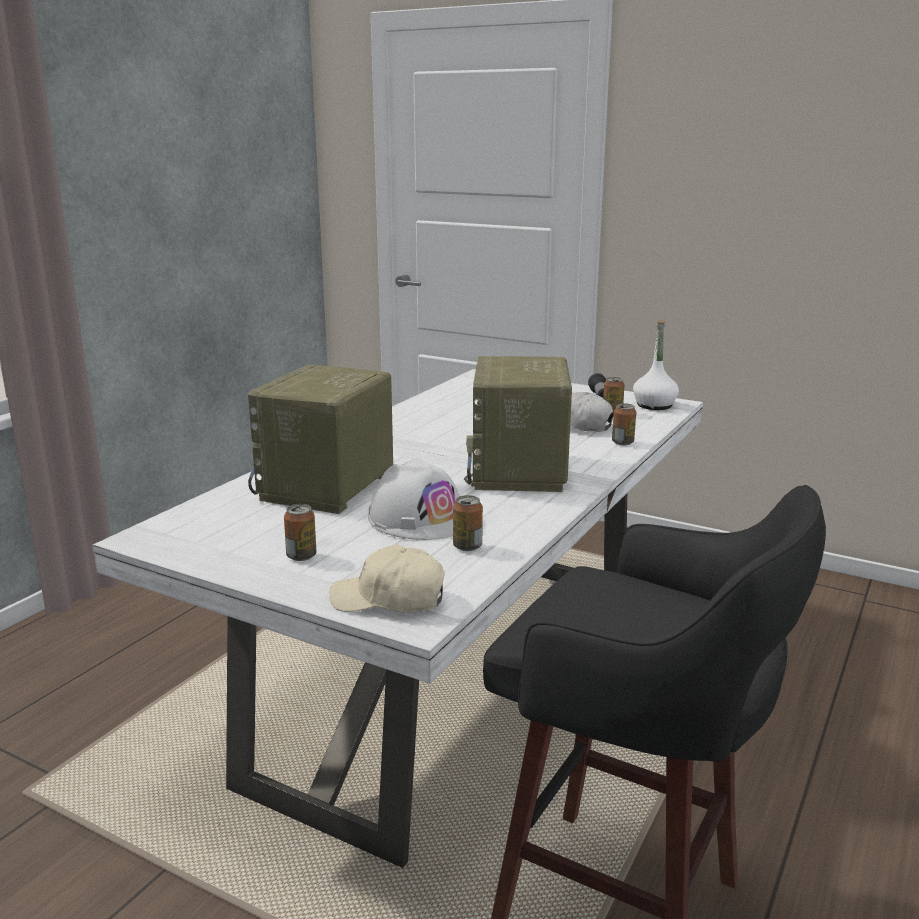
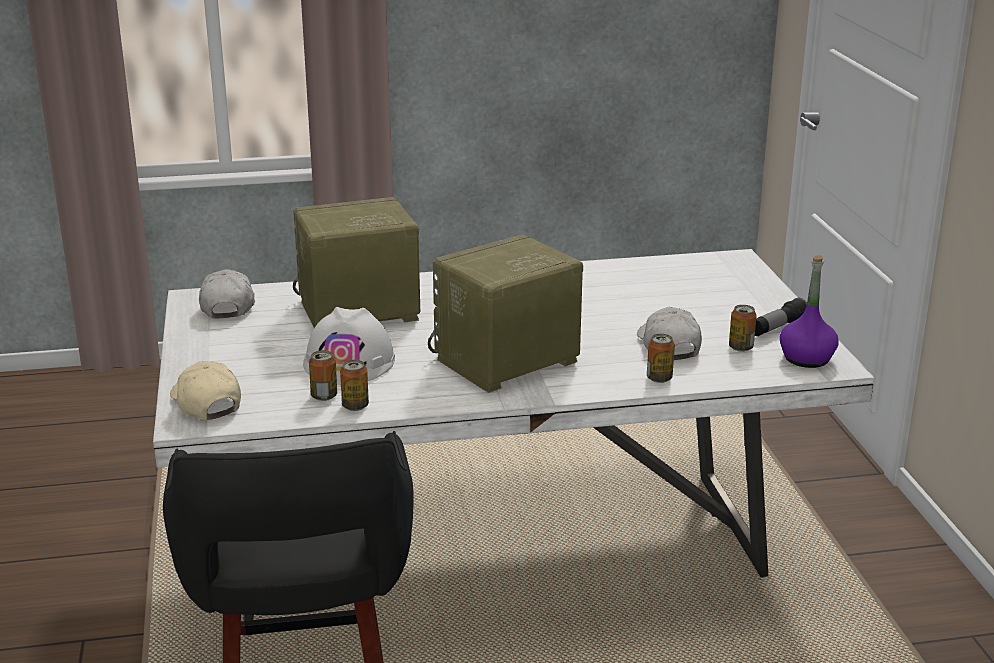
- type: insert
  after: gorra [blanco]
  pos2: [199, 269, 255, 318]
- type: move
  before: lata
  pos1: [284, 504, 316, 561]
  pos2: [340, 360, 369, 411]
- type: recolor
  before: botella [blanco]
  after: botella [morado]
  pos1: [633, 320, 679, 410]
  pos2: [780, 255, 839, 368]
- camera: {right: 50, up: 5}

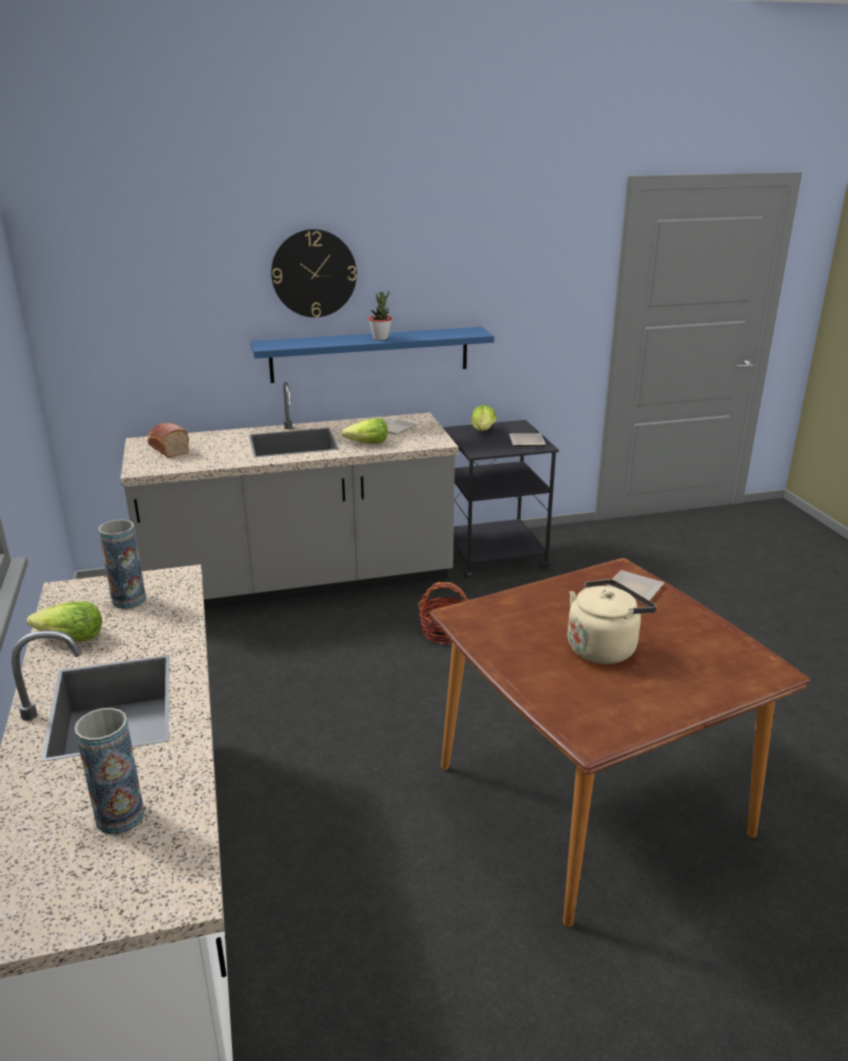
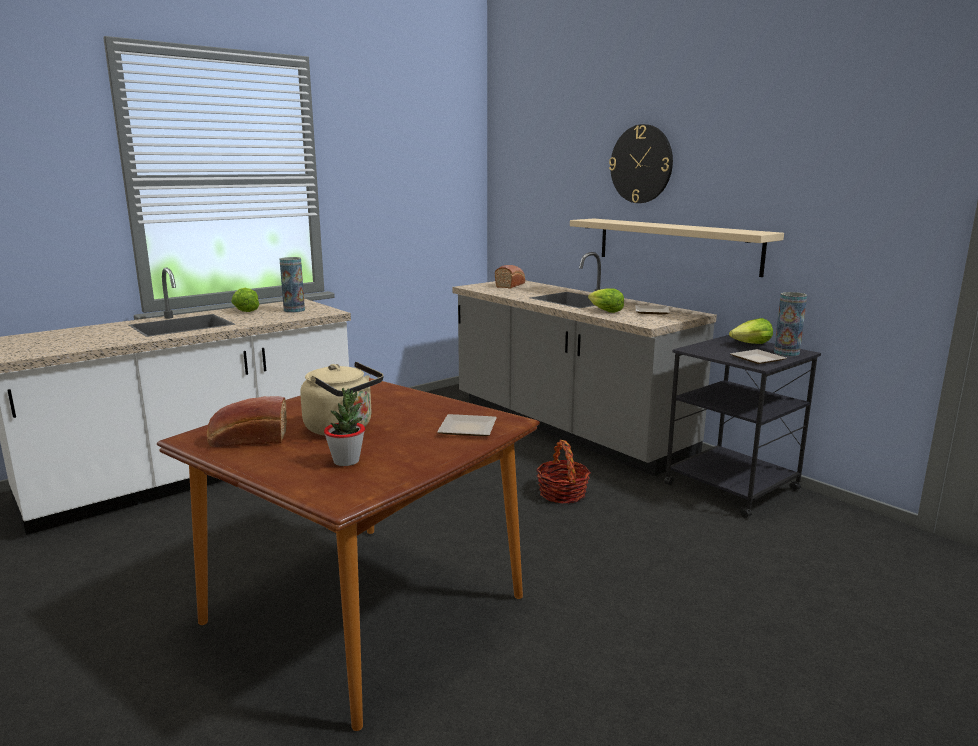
- type: insert
  after: pan
  pos2: [207, 396, 287, 447]
- type: move
  before: florero
  pos1: [74, 708, 145, 834]
  pos2: [774, 292, 807, 356]
- type: move
  before: planta en maceta
  pos1: [368, 291, 392, 340]
  pos2: [324, 388, 365, 466]
- type: recolor
  before: estante [azul]
  after: estante [beis]
  pos1: [251, 327, 494, 383]
  pos2: [570, 219, 784, 277]
- camera: {right: 65, up: -10}

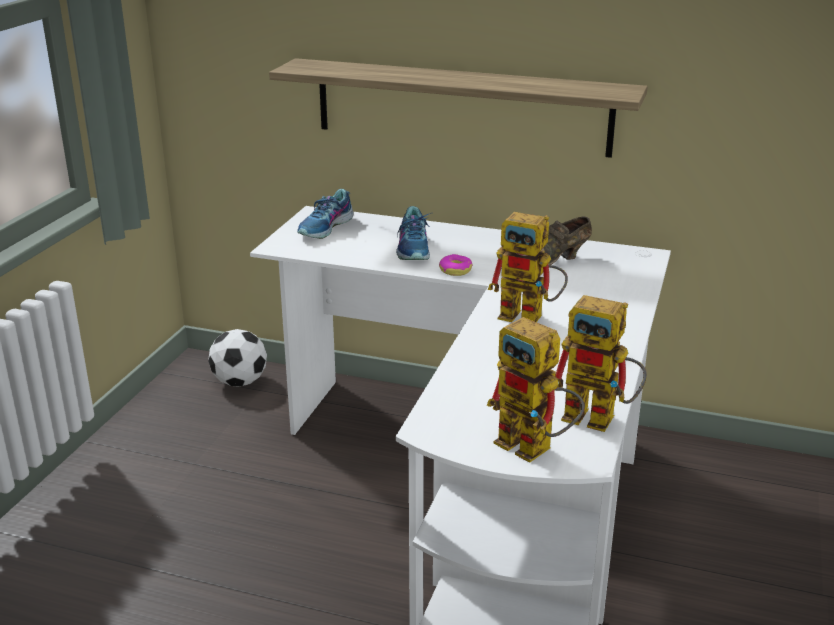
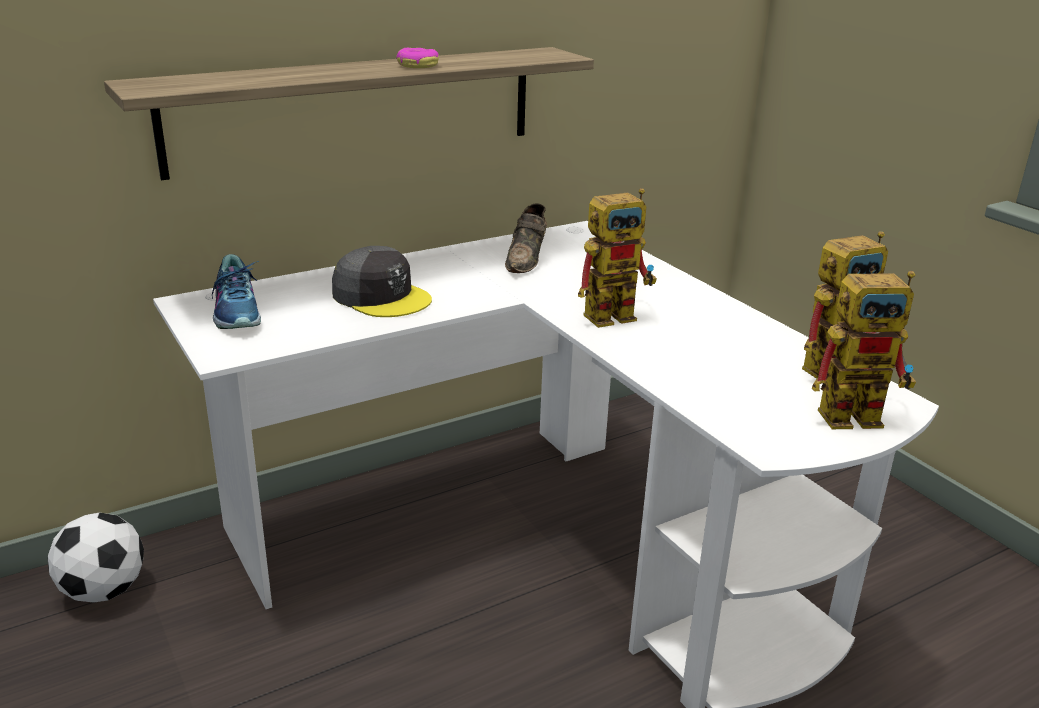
- type: move
  before: rosquilla
  pos1: [439, 254, 473, 276]
  pos2: [396, 48, 439, 68]
- type: replace
  before: zapato
  after: gorra [gris]
  pos1: [396, 206, 430, 260]
  pos2: [332, 246, 432, 317]
- camera: {right: -50, up: 0}

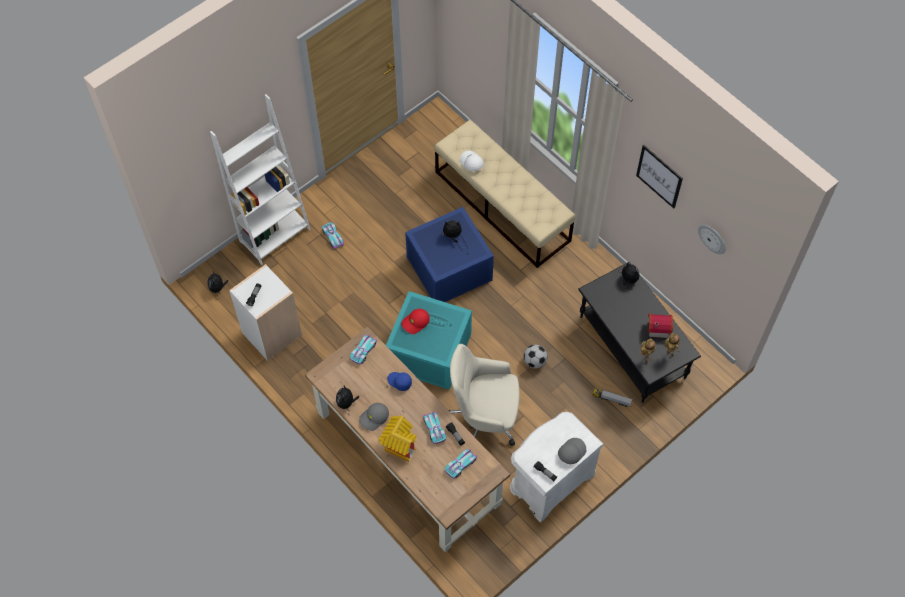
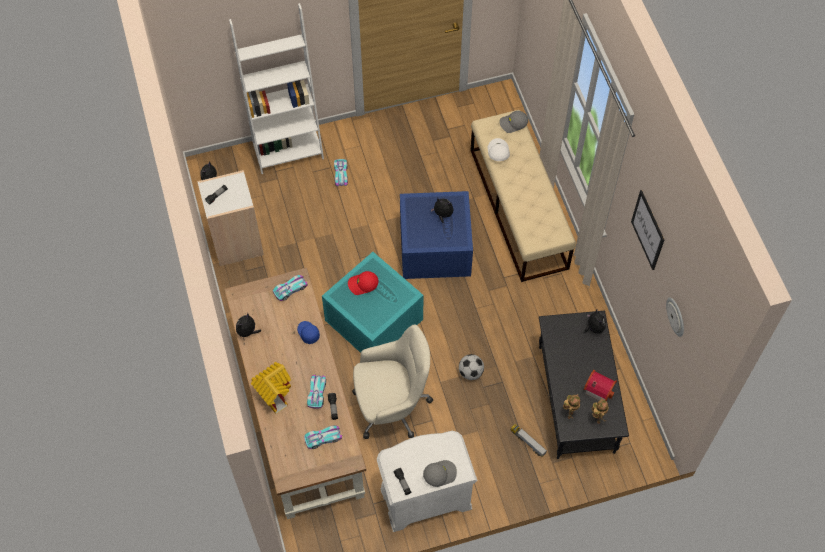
- type: move
  before: gorra [gris]
  pos1: [359, 403, 389, 431]
  pos2: [499, 111, 528, 133]
- type: rotate
  before: silla de oficina [beis]
  pos1: [449, 344, 520, 446]
  pos2: [352, 324, 433, 439]
  turn: 135
- camera: {right: 25, up: 0}

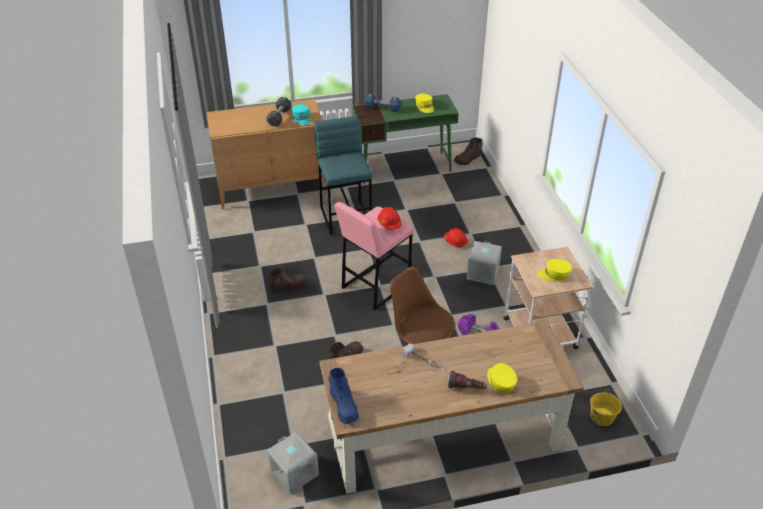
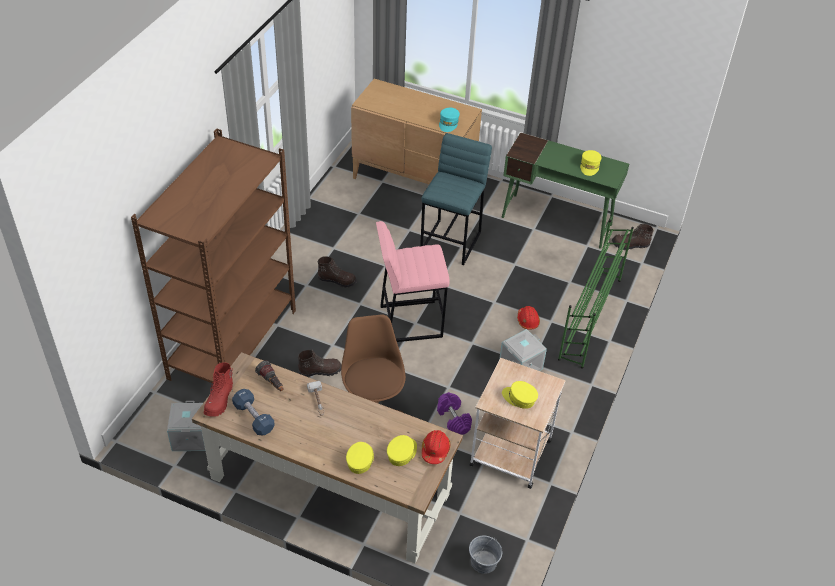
- type: delete
  before: mancuerna [negro]
  pos1: [267, 97, 291, 127]
- type: insert
  after: estantería [marrón]
  pos2: [131, 129, 296, 383]
- type: insert
  after: gorra [amarillo]
  pos2: [387, 435, 417, 466]
- type: insert
  after: zapatero [verde]
  pos2: [558, 220, 634, 369]
- type: move
  before: mancuerna [azul]
  pos1: [364, 93, 401, 112]
  pos2: [232, 389, 275, 436]
- type: move
  before: casco [rojo]
  pos1: [378, 207, 402, 230]
  pos2: [422, 430, 451, 464]
- type: move
  before: linterna
  pos1: [448, 371, 487, 389]
  pos2: [255, 361, 284, 391]
- type: recolor
  before: bota [azul]
  after: bota [rojo]
  pos1: [328, 368, 359, 424]
  pos2: [203, 362, 233, 417]
- type: recolor
  before: cubo [amarillo]
  after: cubo [gris]
  pos1: [590, 389, 622, 426]
  pos2: [469, 536, 502, 574]
- camera: {right: 35, up: 5}

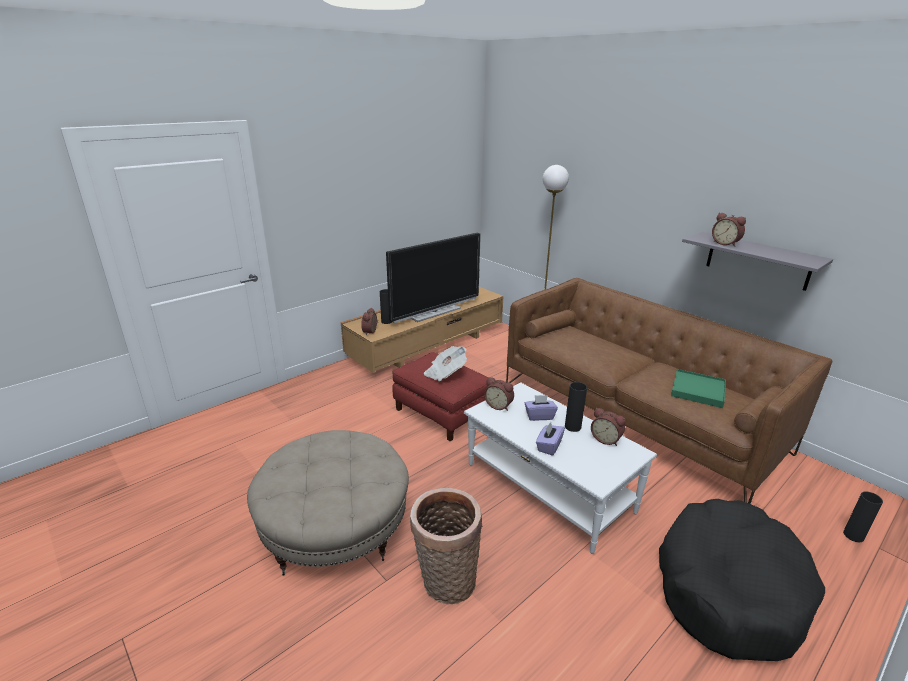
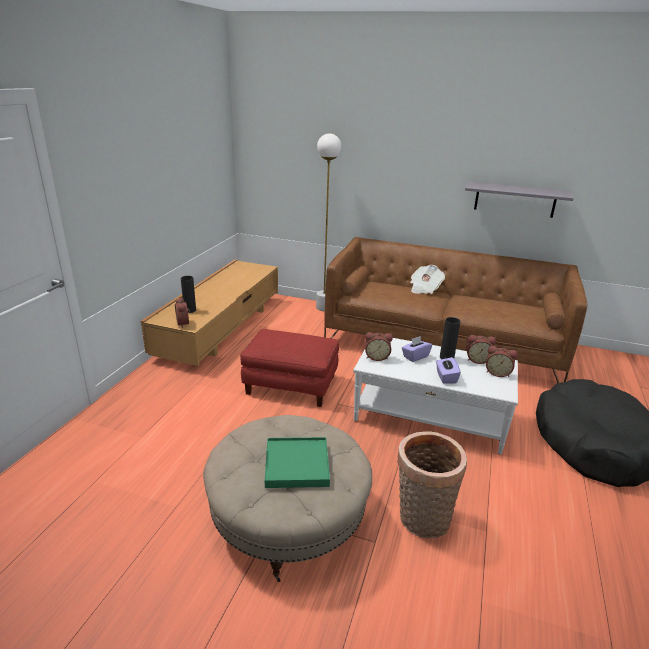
- type: delete
  before: televisor
  pos1: [386, 233, 481, 323]
- type: delete
  before: florero [negro]
  pos1: [843, 491, 883, 543]
- type: move
  before: periódico
  pos1: [424, 346, 467, 381]
  pos2: [410, 265, 445, 294]
- type: move
  before: bandeja [verde]
  pos1: [671, 369, 726, 408]
  pos2: [265, 437, 330, 488]
- type: move
  before: despertador
  pos1: [712, 212, 746, 247]
  pos2: [486, 346, 518, 377]
- camera: {right: -30, up: 0}

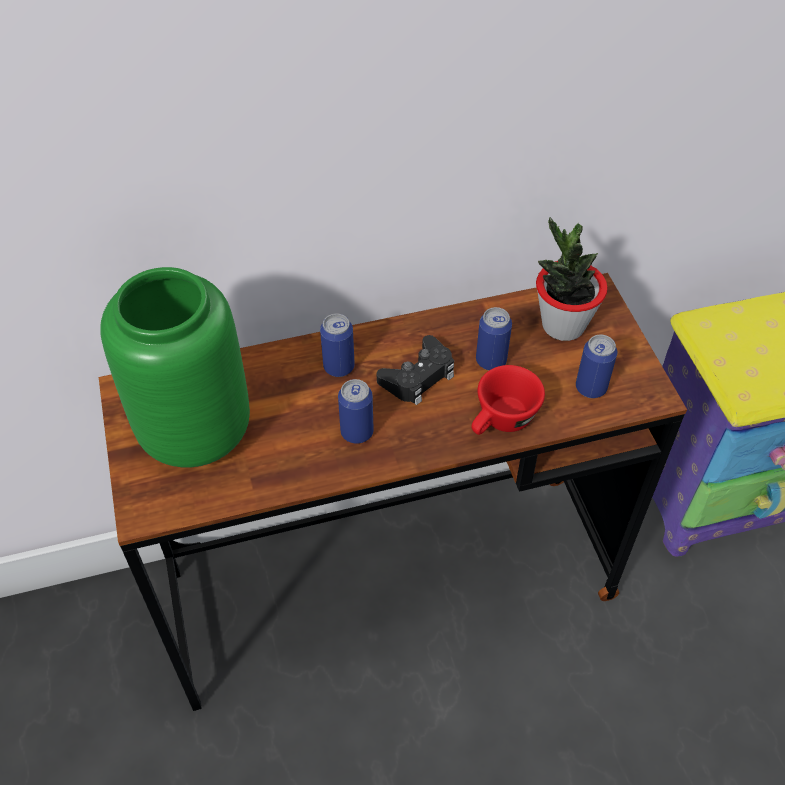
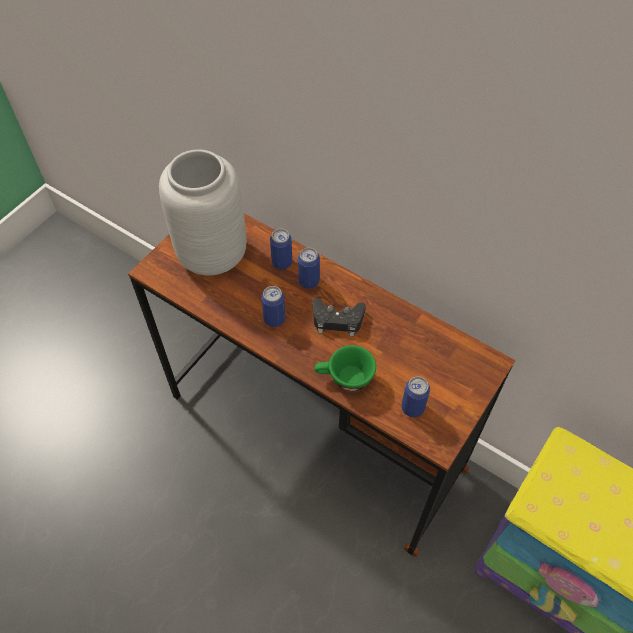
- type: delete
  before: planta en maceta
  pos1: [536, 217, 608, 341]
- type: move
  before: lata
  pos1: [476, 307, 512, 370]
  pos2: [270, 229, 293, 270]
- type: recolor
  before: florero [verde]
  after: florero [gris]
  pos1: [100, 267, 250, 468]
  pos2: [159, 149, 247, 275]
- type: recolor
  before: taza [rojo]
  after: taza [verde]
  pos1: [472, 365, 545, 435]
  pos2: [314, 345, 376, 393]
- camera: {right: 50, up: 5}

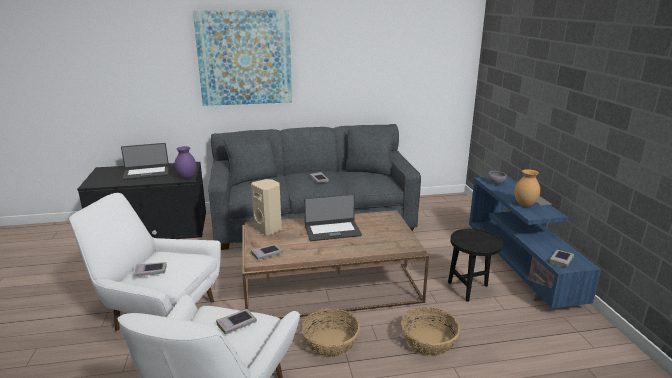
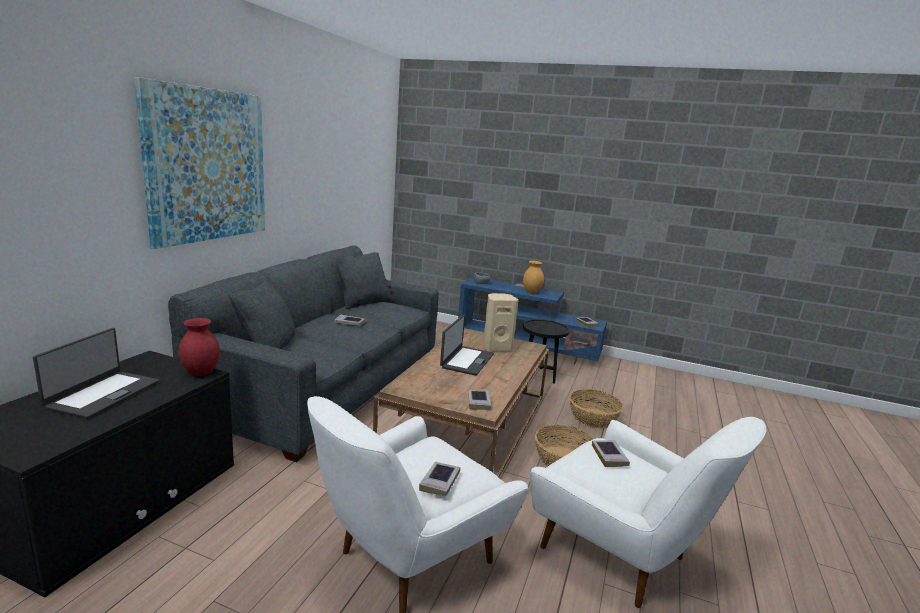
- type: move
  before: altavoz [beis]
  pos1: [251, 179, 282, 235]
  pos2: [483, 293, 518, 351]
- type: recolor
  before: florero [morado]
  after: florero [rojo]
  pos1: [174, 146, 196, 179]
  pos2: [179, 318, 220, 376]
- camera: {right: -60, up: -5}

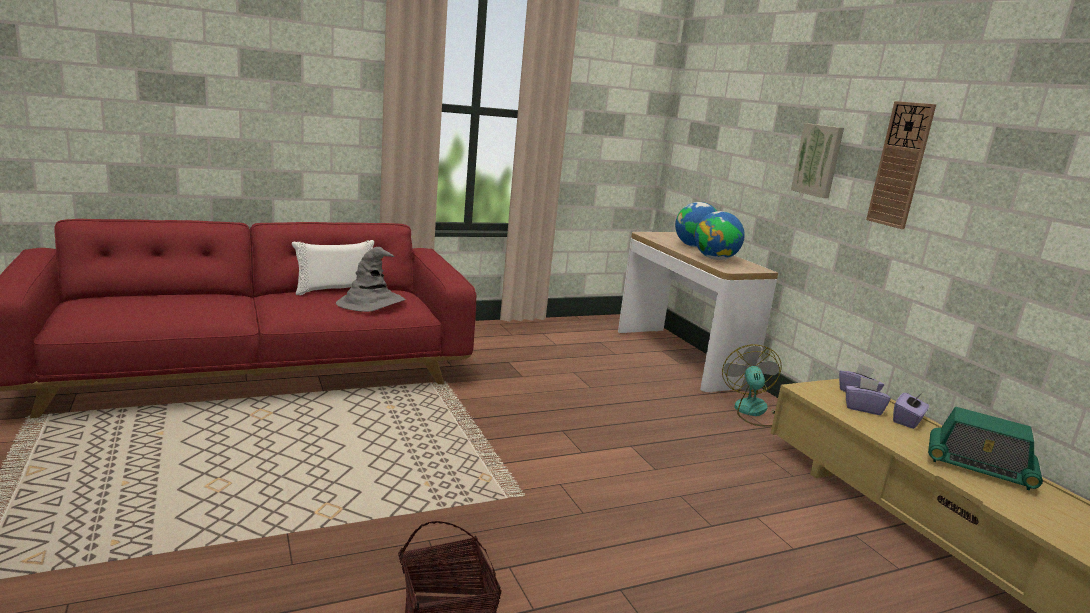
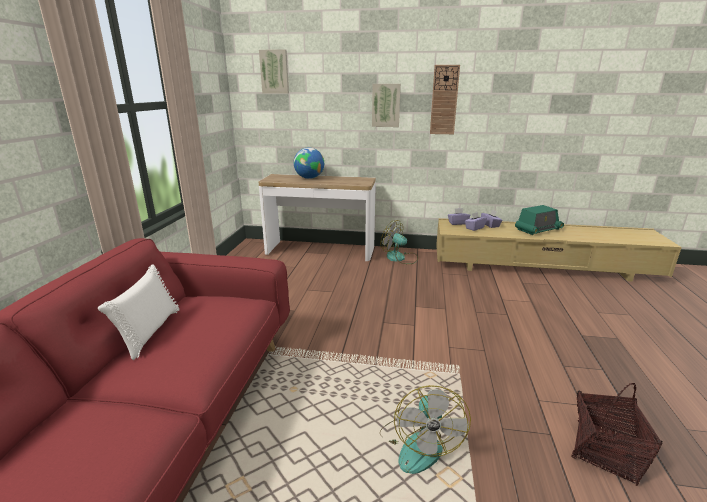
- type: delete
  before: sombrero [gris]
  pos1: [336, 247, 406, 312]
- type: delete
  before: globo terráqueo
  pos1: [695, 211, 745, 260]
- type: insert
  after: cuadro
  pos2: [259, 49, 289, 94]
- type: insert
  after: ventilador
  pos2: [380, 385, 471, 474]
- camera: {right: -55, up: 5}

